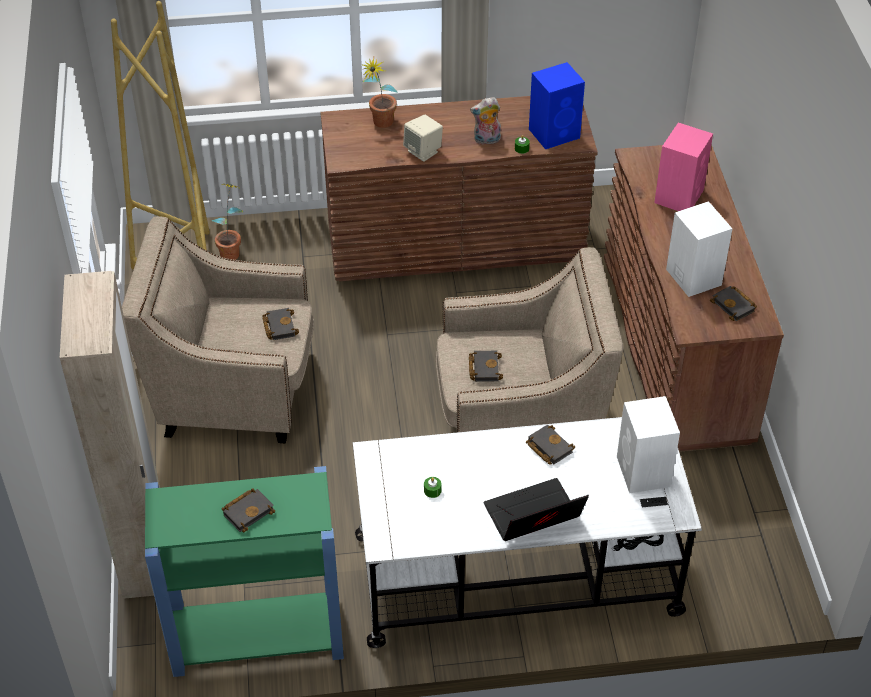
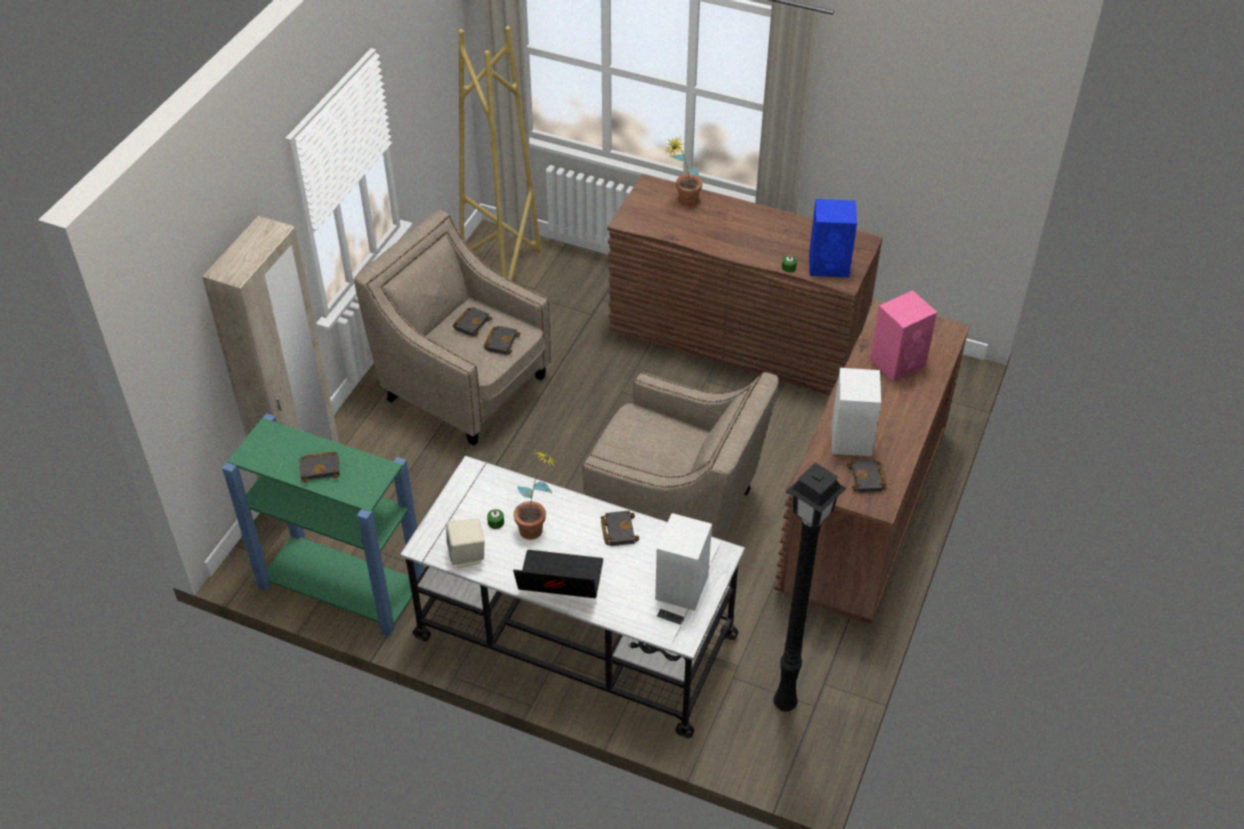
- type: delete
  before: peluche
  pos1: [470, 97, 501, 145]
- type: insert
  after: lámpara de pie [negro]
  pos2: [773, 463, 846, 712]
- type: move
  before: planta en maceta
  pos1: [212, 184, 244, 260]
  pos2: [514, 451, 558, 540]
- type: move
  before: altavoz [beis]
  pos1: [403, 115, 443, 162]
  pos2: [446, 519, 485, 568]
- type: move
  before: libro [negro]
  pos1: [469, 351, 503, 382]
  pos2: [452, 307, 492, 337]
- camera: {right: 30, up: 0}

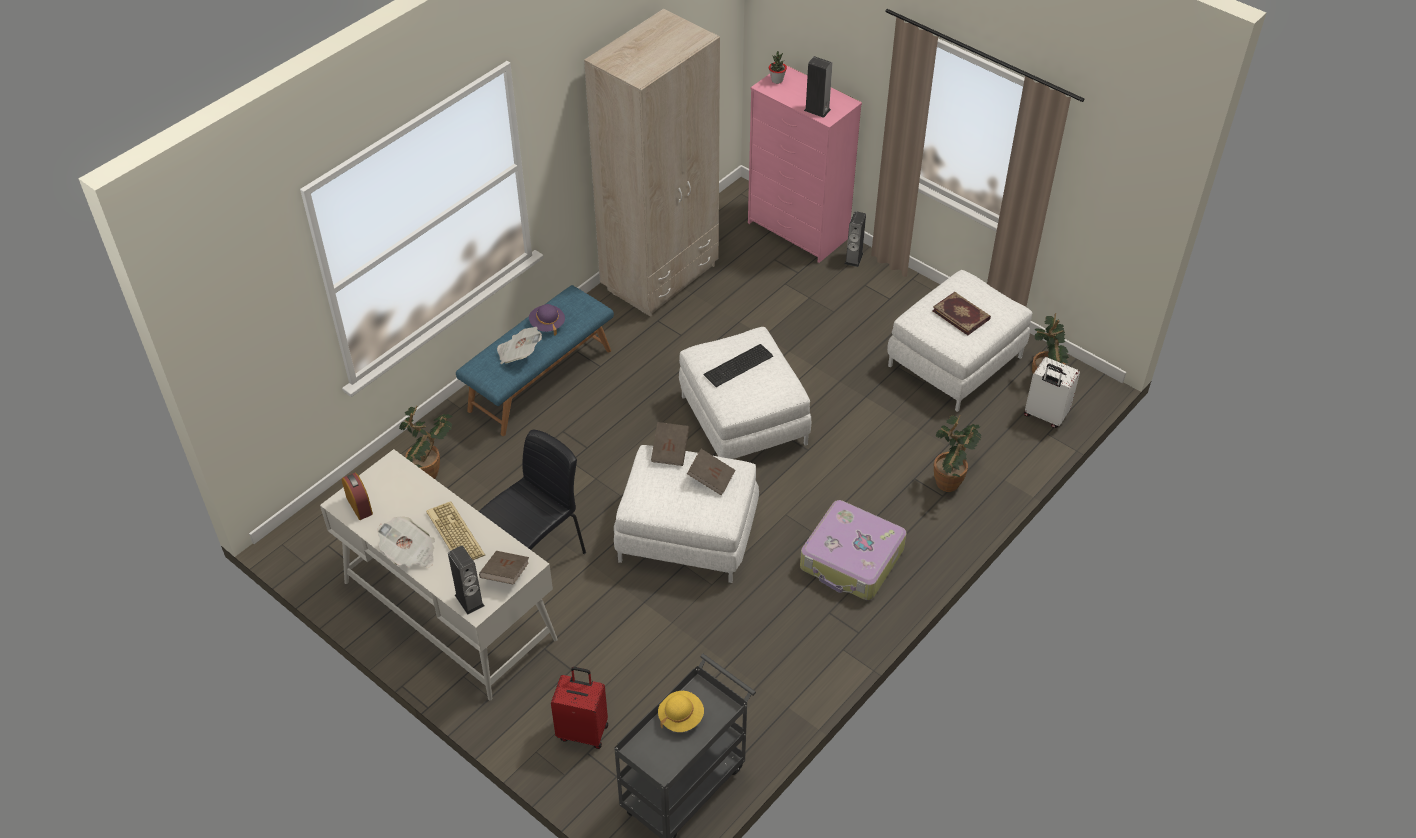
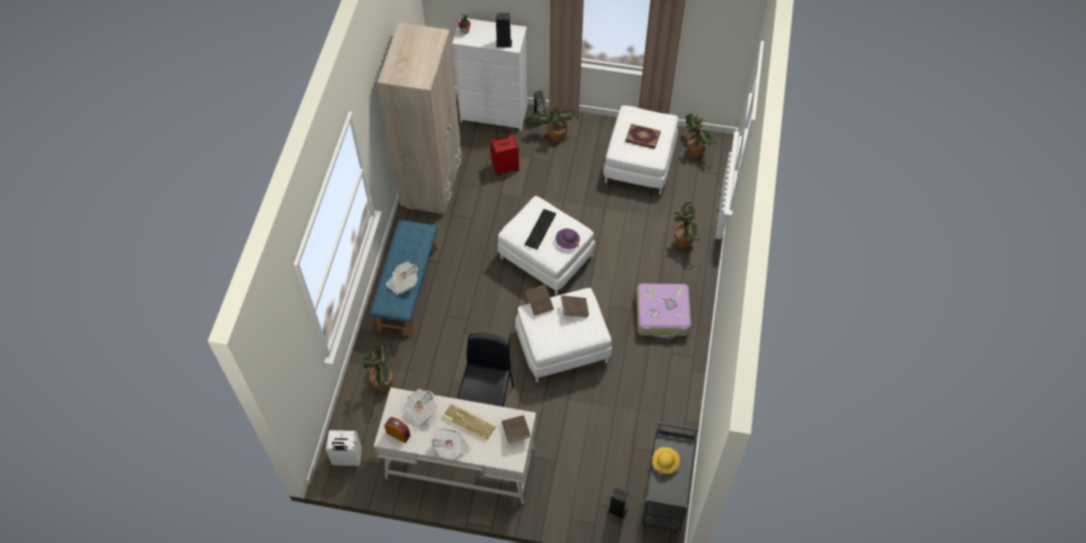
- type: insert
  after: periódico
  pos2: [401, 389, 437, 429]
- type: insert
  after: planta en maceta
  pos2: [529, 101, 575, 142]
- type: move
  before: altavoz
  pos1: [448, 546, 484, 615]
  pos2: [608, 487, 630, 519]
- type: move
  before: sombrero [morado]
  pos1: [529, 304, 565, 336]
  pos2: [556, 228, 580, 249]
- type: move
  before: maleta [rojo]
  pos1: [551, 667, 608, 749]
  pos2: [490, 129, 519, 176]
- type: move
  before: maleta [blanco]
  pos1: [1024, 357, 1080, 428]
  pos2: [326, 430, 362, 467]
- type: recolor
  before: cómoda [rosa]
  after: cómoda [blanco]
  pos1: [748, 65, 862, 263]
  pos2: [452, 17, 528, 131]
- camera: {right: -30, up: 10}

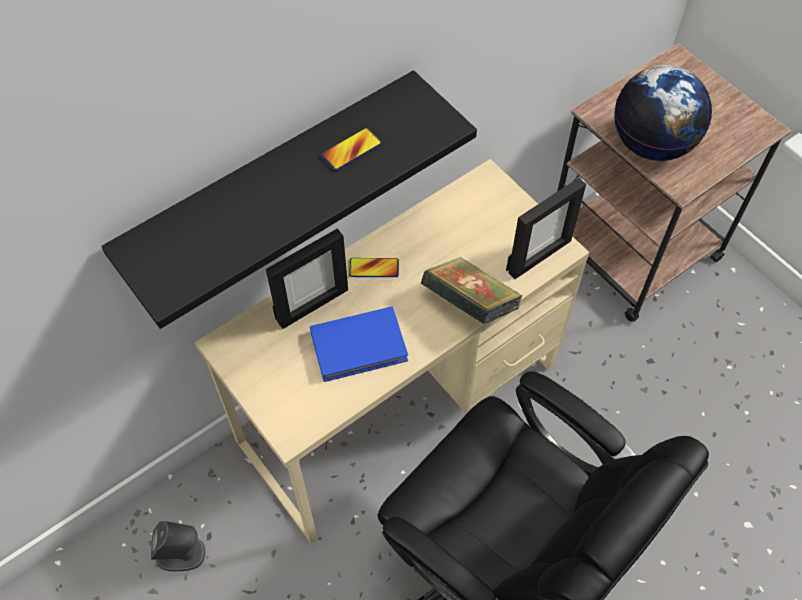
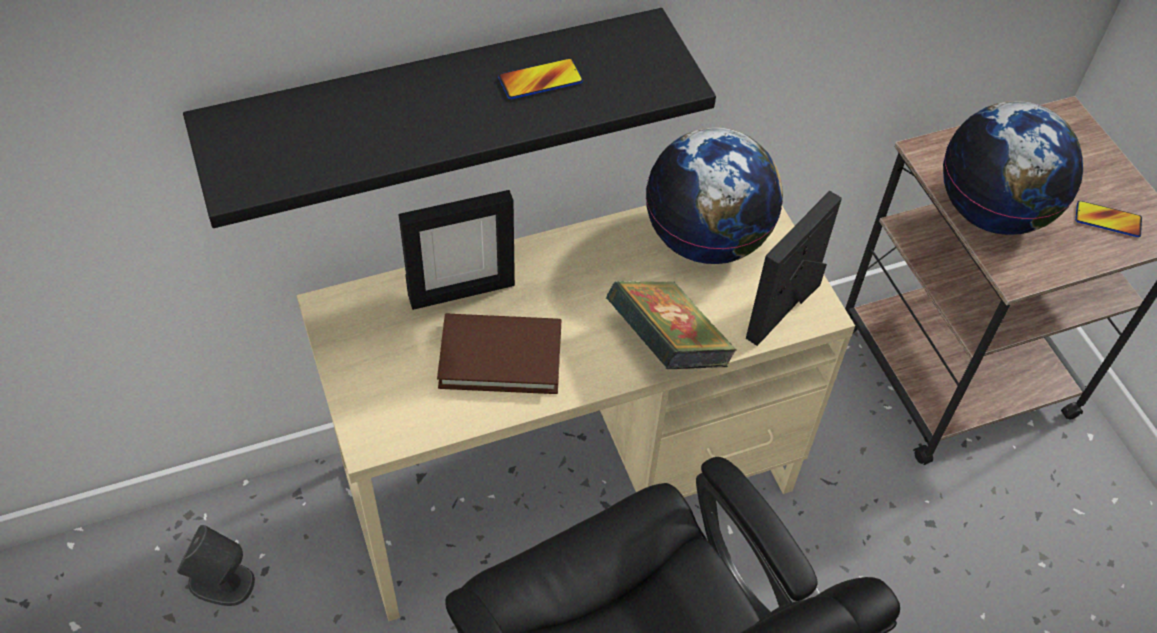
- type: insert
  after: globo terráqueo
  pos2: [646, 127, 783, 264]
- type: move
  before: móvil
  pos1: [349, 258, 399, 277]
  pos2: [1075, 201, 1142, 237]
- type: recolor
  before: libro [azul]
  after: libro [marrón]
  pos1: [310, 307, 408, 382]
  pos2: [437, 314, 561, 394]
- type: rotate
  before: portarretratos
  pos1: [506, 178, 586, 279]
  pos2: [746, 191, 842, 346]
  turn: 150
- camera: {right: 15, up: -5}

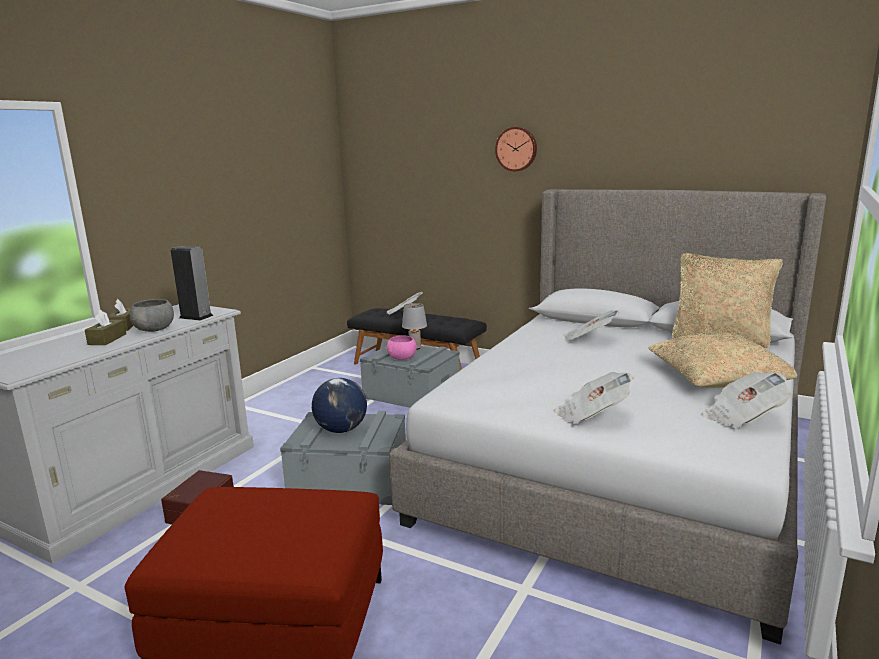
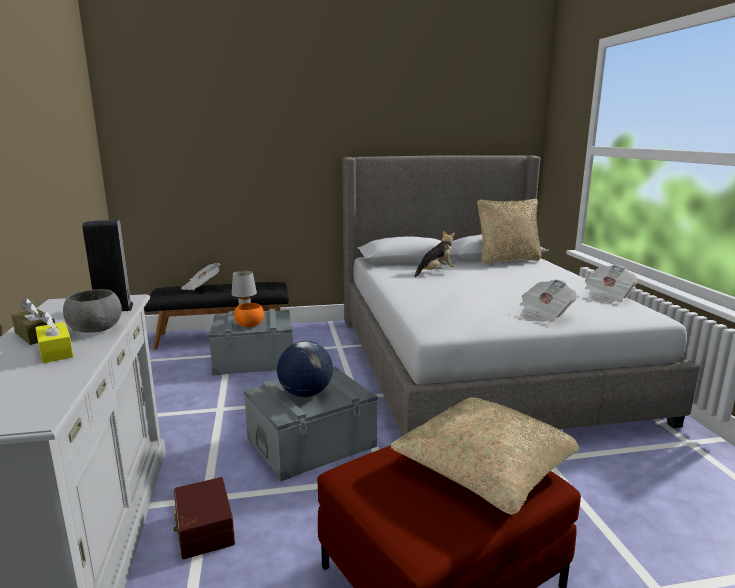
- type: delete
  before: reloj de pared
  pos1: [495, 127, 537, 171]
- type: move
  before: cojín [beis]
  pos1: [648, 332, 797, 388]
  pos2: [391, 397, 580, 515]
- type: replace
  before: periódico
  after: peluche
  pos1: [564, 310, 619, 341]
  pos2: [414, 231, 455, 277]
- type: recolor
  before: caja de pañuelos [marrón]
  after: caja de pañuelos [amarillo]
  pos1: [85, 310, 126, 345]
  pos2: [35, 312, 74, 363]
- type: recolor
  before: cuenco [rosa]
  after: cuenco [naranja]
  pos1: [387, 335, 417, 360]
  pos2: [234, 303, 264, 327]
- camera: {right: -40, up: 0}

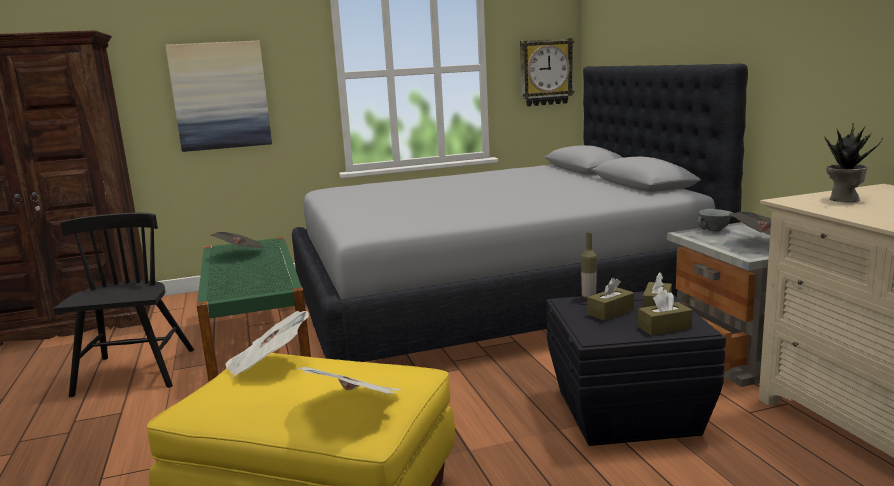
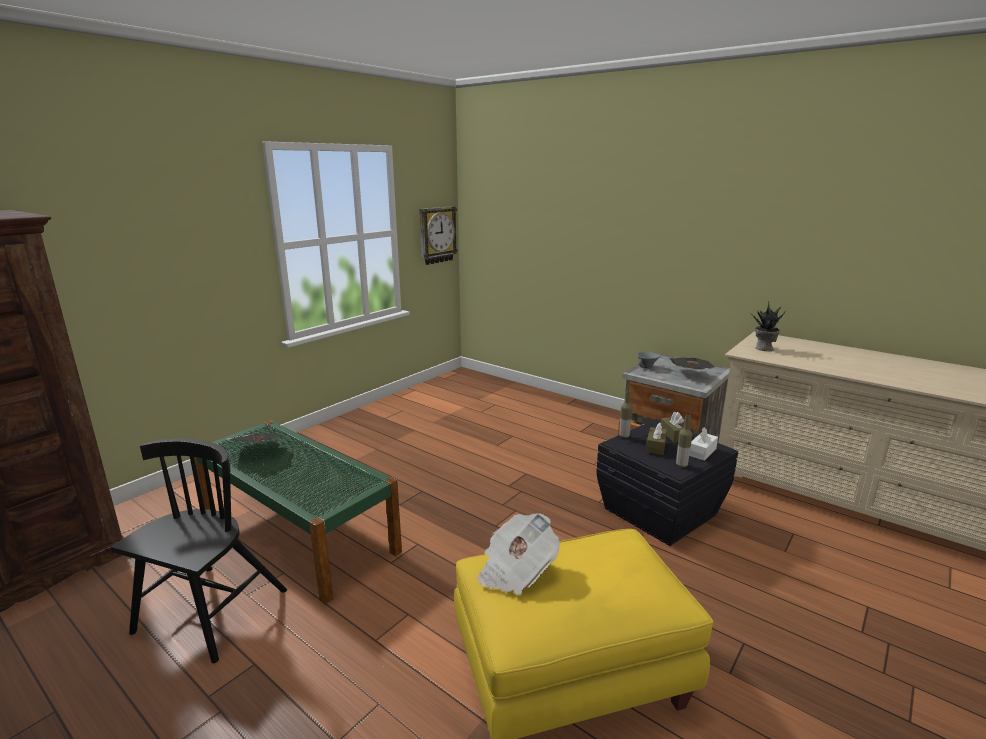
- type: delete
  before: cuadro
  pos1: [165, 41, 272, 152]
- type: delete
  before: cama [gris]
  pos1: [292, 63, 748, 362]
- type: delete
  before: periódico
  pos1: [297, 367, 401, 394]
- type: insert
  after: botella
  pos2: [676, 415, 693, 467]
- type: recolor
  before: caja de pañuelos [marrón]
  after: caja de pañuelos [blanco]
  pos1: [638, 290, 693, 336]
  pos2: [689, 427, 718, 461]
- type: rotate
  before: silla [negro]
  pos1: [53, 213, 194, 397]
  pos2: [110, 439, 287, 663]
  turn: 60
- camera: {right: -35, up: 5}

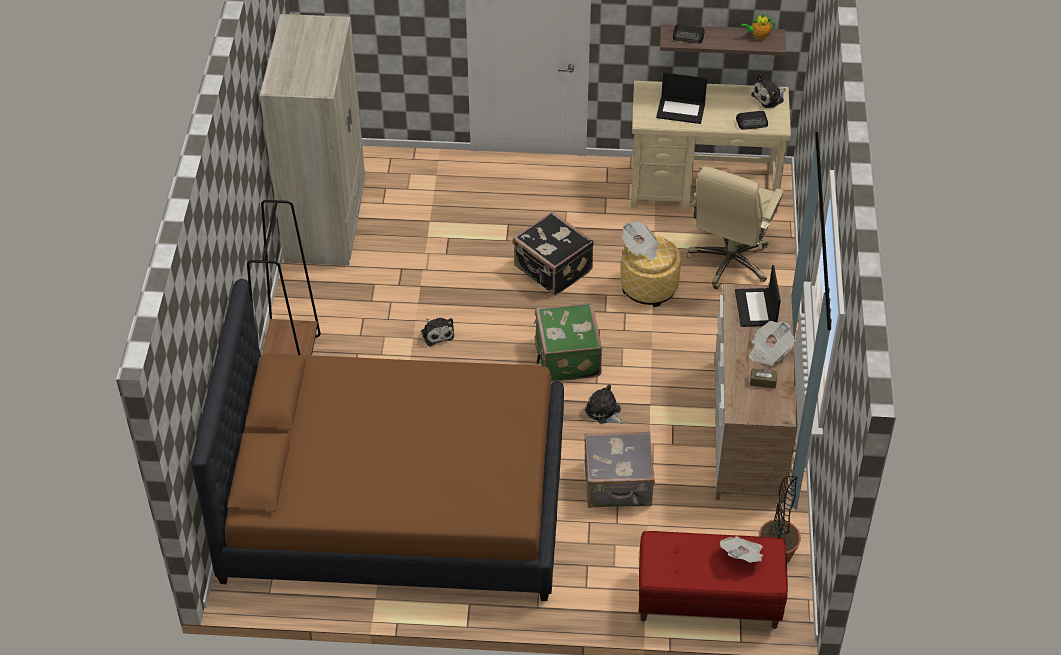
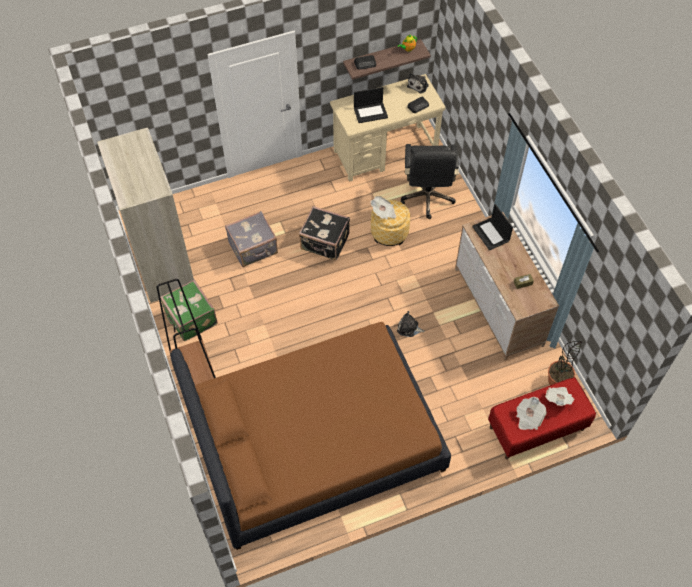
- type: delete
  before: peluche
  pos1: [421, 318, 454, 347]
- type: move
  before: maleta [verde]
  pos1: [534, 303, 602, 382]
  pos2: [160, 279, 218, 341]
- type: move
  before: maleta [gris]
  pos1: [585, 431, 655, 508]
  pos2: [225, 211, 278, 267]
- type: move
  before: periódico
  pos1: [749, 321, 795, 366]
  pos2: [516, 397, 547, 430]
- type: recolor
  before: silla de oficina [beis]
  after: silla de oficina [negro]
  pos1: [687, 166, 784, 290]
  pos2: [401, 144, 459, 219]
- camera: {right: -25, up: 10}

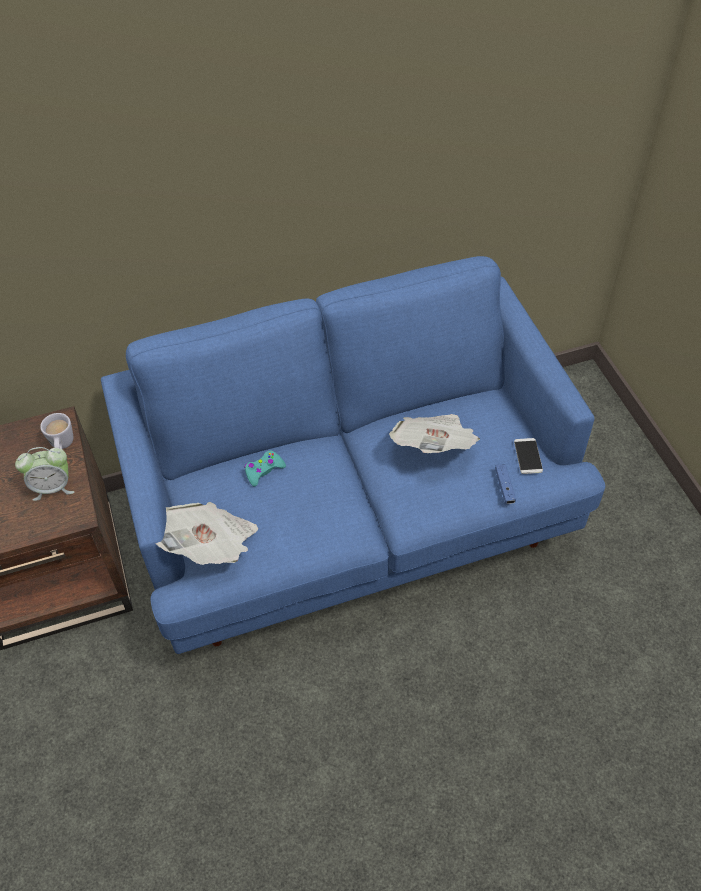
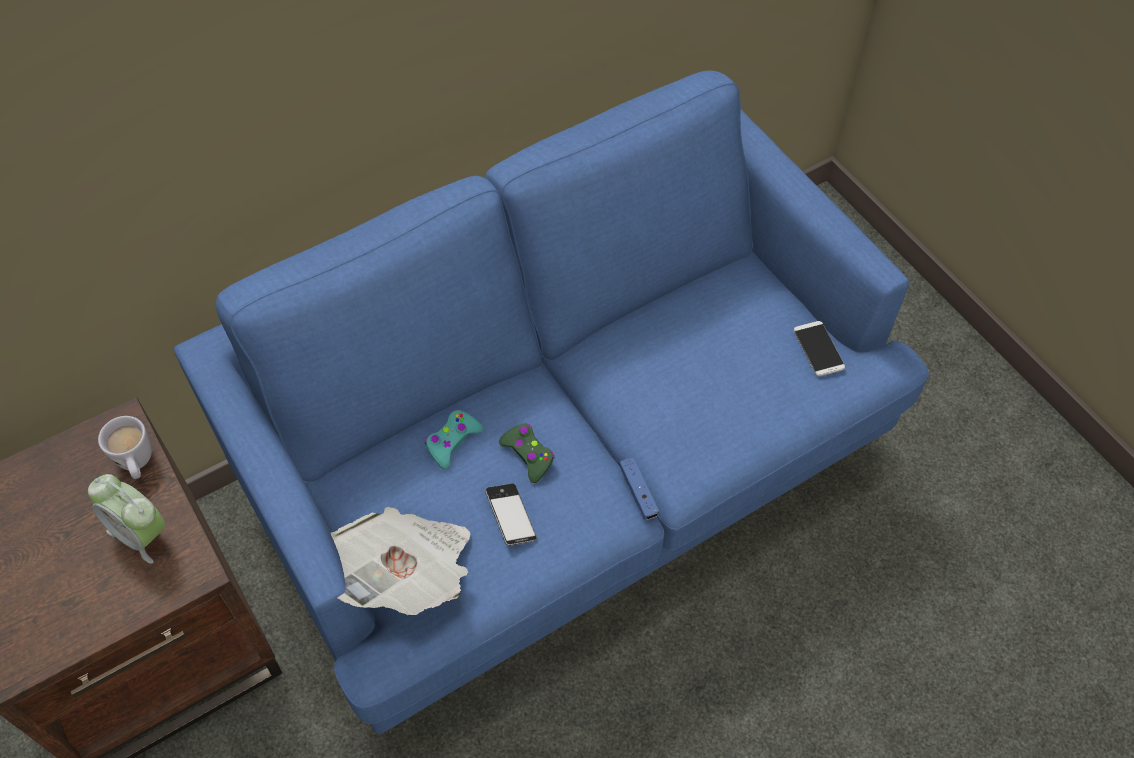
- type: delete
  before: periódico
  pos1: [389, 414, 480, 453]
- type: insert
  after: móvil
  pos2: [485, 483, 537, 546]
- type: insert
  after: mando de consola [verde]
  pos2: [499, 423, 555, 483]
- type: move
  before: mando de consola [azul]
  pos1: [495, 464, 516, 504]
  pos2: [619, 457, 660, 520]
- type: rotate
  before: despertador
  pos1: [15, 447, 74, 501]
  pos2: [88, 474, 165, 564]
  turn: 60
- camera: {right: -15, up: 5}

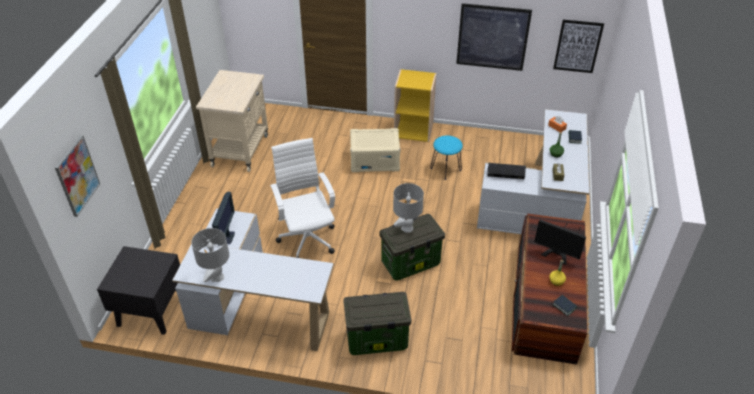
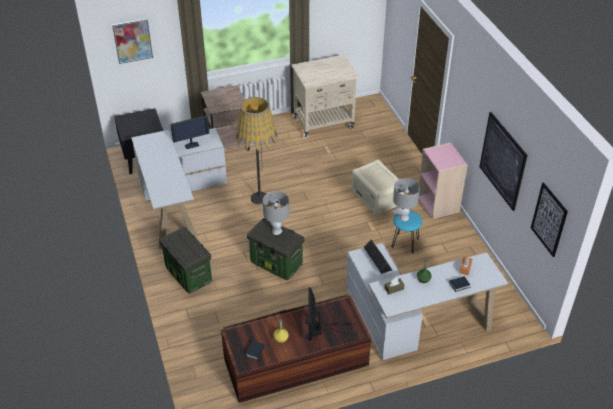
- type: insert
  after: carrito [marrón]
  pos2: [201, 85, 250, 151]
- type: move
  before: lámpara de mesa [gris]
  pos1: [191, 228, 229, 282]
  pos2: [393, 178, 420, 221]
- type: replace
  before: silla de oficina [blanco]
  after: lámpara de pie
  pos1: [270, 138, 335, 258]
  pos2: [235, 97, 278, 205]
- type: recolor
  before: estantería [amarillo]
  after: estantería [rosa]
  pos1: [394, 69, 436, 142]
  pos2: [419, 143, 468, 219]
- camera: {right: 60, up: 0}

